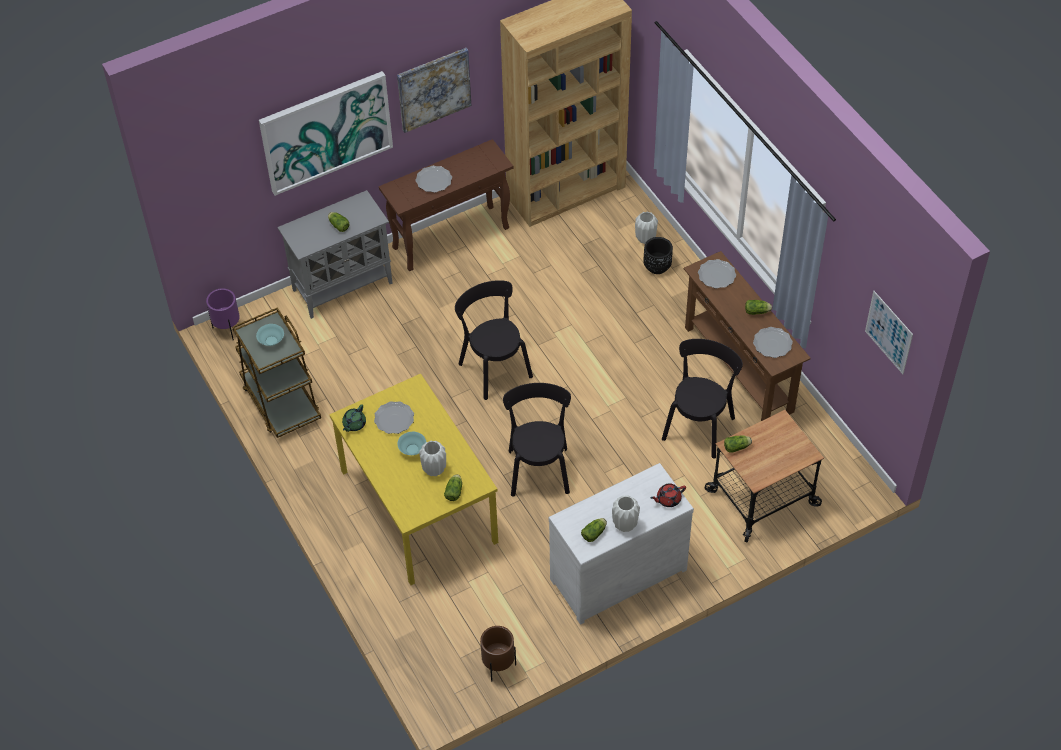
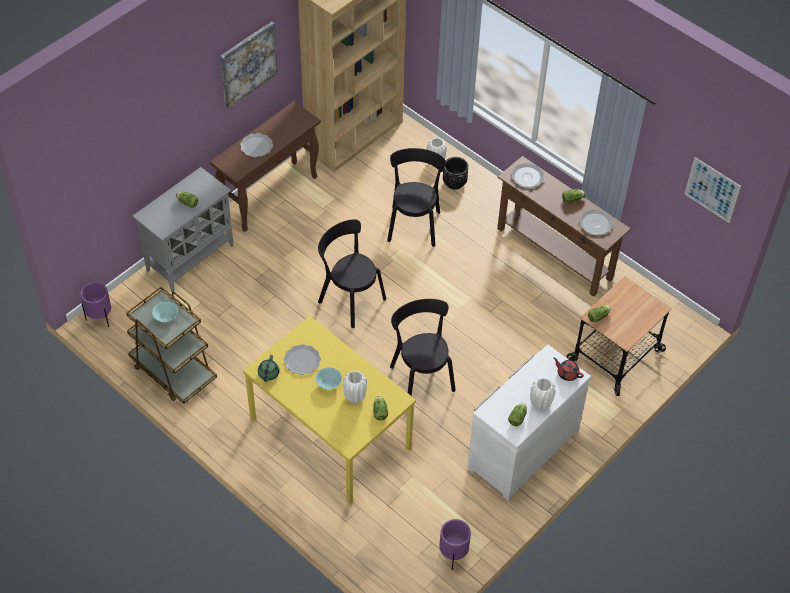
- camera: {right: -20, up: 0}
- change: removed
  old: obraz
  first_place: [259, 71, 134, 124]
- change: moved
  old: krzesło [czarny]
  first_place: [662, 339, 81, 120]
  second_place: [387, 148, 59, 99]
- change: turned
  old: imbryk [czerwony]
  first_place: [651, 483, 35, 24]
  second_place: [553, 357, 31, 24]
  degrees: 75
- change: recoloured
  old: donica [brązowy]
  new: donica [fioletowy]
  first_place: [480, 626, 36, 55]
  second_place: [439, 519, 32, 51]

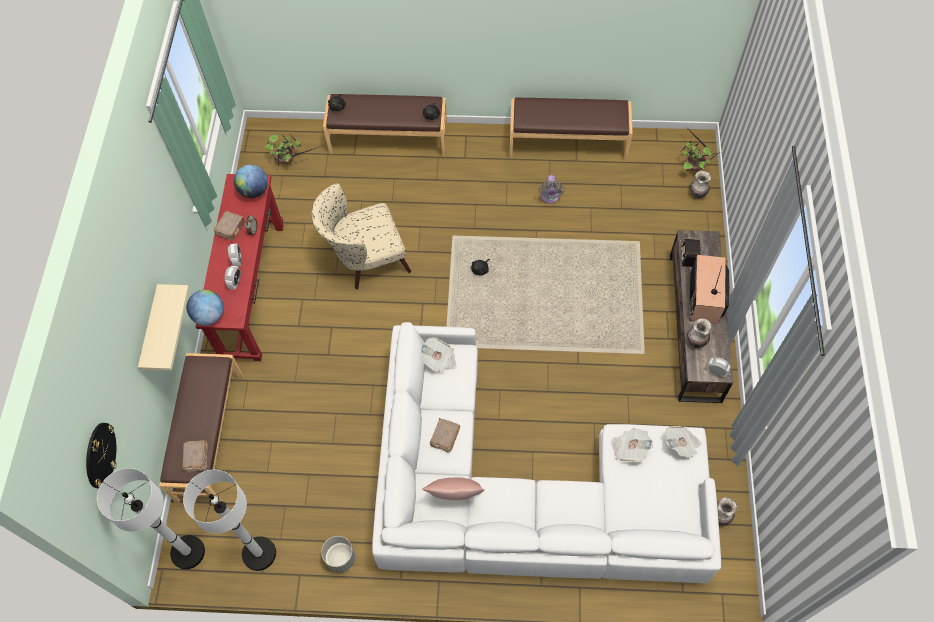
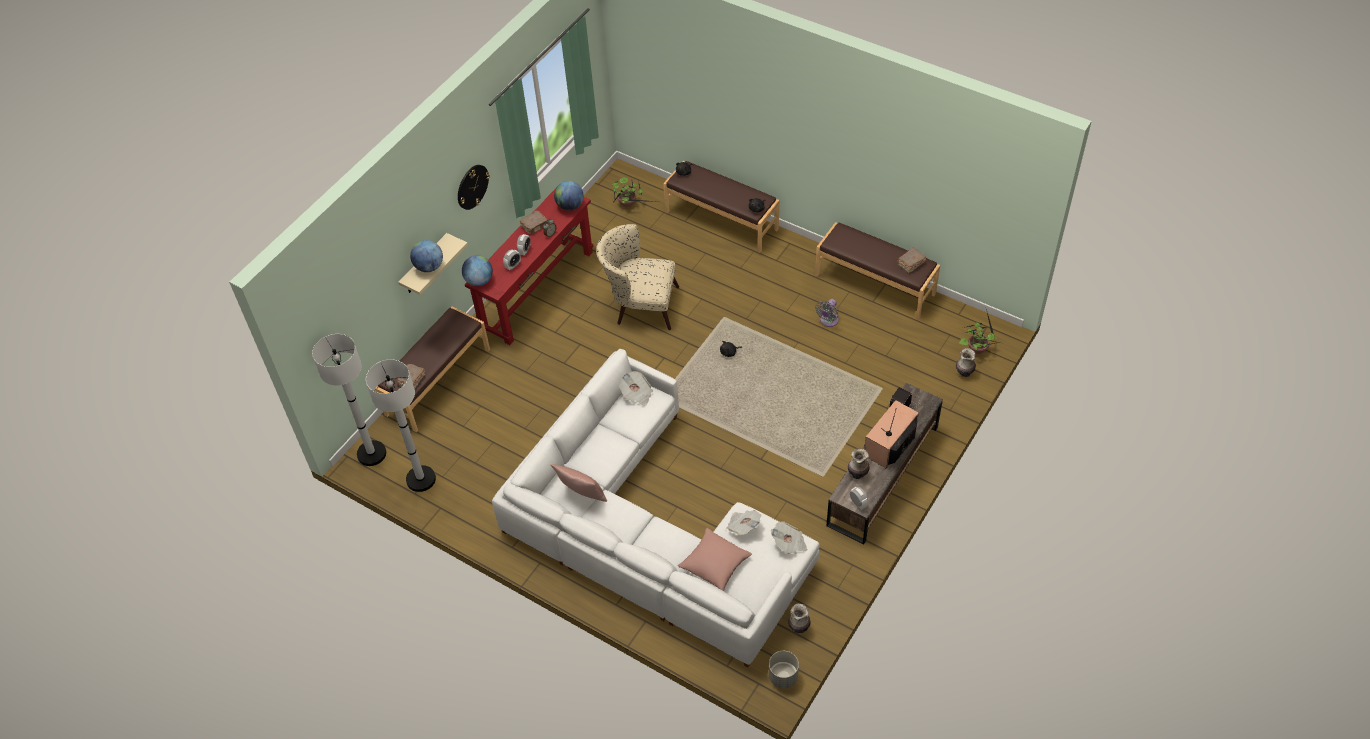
- camera: {right: 30, up: -10}
- change: moved
  old: książka [brązowy]
  first_place: [430, 418, 30, 34]
  second_place: [897, 248, 29, 25]
- change: moved
  old: zegar ścienny
  first_place: [86, 423, 31, 65]
  second_place: [458, 165, 32, 45]
- change: moved
  old: donica [szary]
  first_place: [321, 536, 34, 37]
  second_place: [769, 651, 30, 37]
- change: added
  new: globus
  second_place: [410, 240, 33, 32]
- change: added
  new: poduszka [różowy]
  second_place: [678, 528, 74, 63]

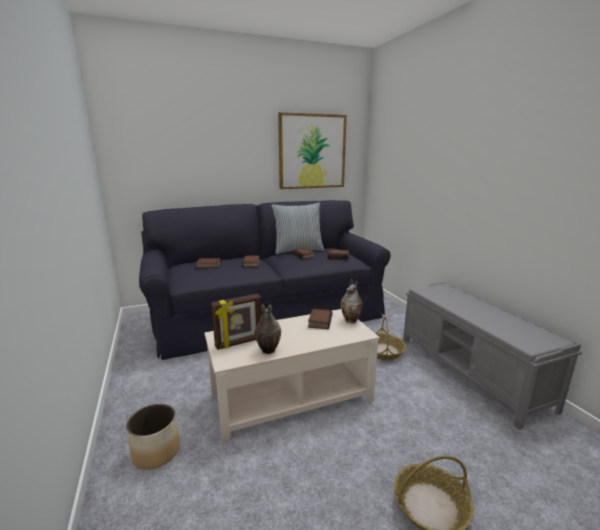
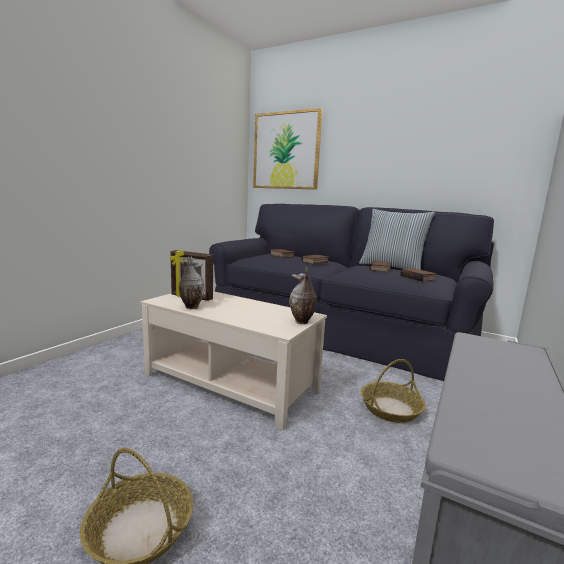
- camera: {right: 50, up: -5}
- change: moved
  old: obraz
  first_place: [278, 112, 69, 77]
  second_place: [253, 108, 70, 82]
- change: removed
  old: książka
  first_place: [308, 309, 24, 20]
- change: removed
  old: donica
  first_place: [126, 404, 54, 66]

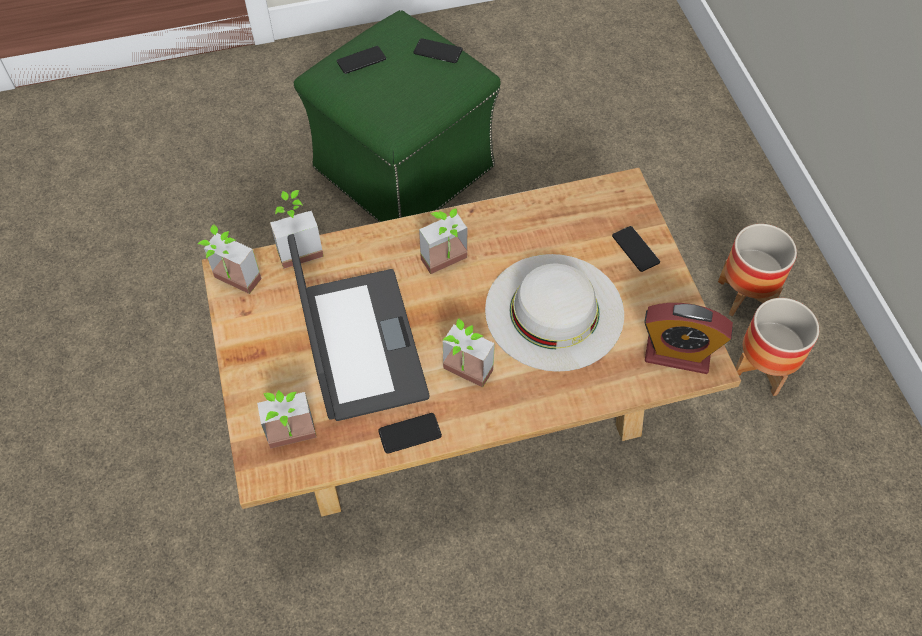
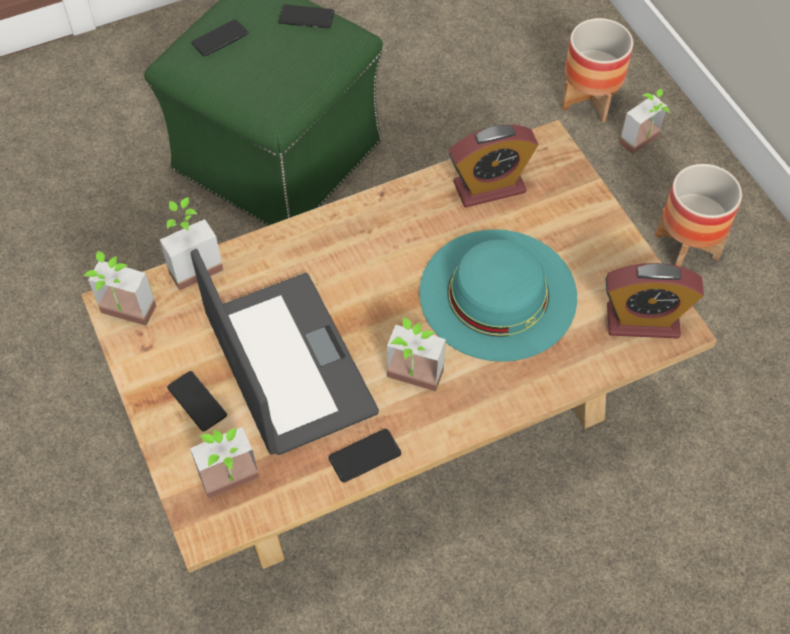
- camera: {right: -10, up: 0}
- change: moved
  old: roślina doniczkowa
  first_place: [419, 208, 48, 66]
  second_place: [619, 89, 51, 65]
- change: moved
  old: telefon
  first_place: [612, 226, 48, 46]
  second_place: [167, 371, 60, 60]
- change: recoloured
  old: kapelusz [biały]
  new: kapelusz [turkusowy]
  first_place: [485, 254, 139, 118]
  second_place: [419, 229, 158, 133]
- change: moved
  old: donica
  first_place: [735, 298, 84, 98]
  second_place: [561, 18, 72, 105]
- change: added
  new: budzik
  second_place: [449, 125, 90, 82]

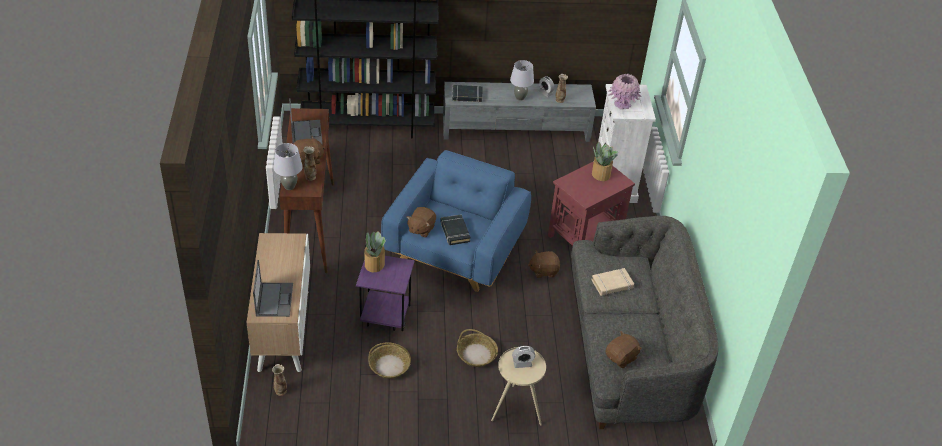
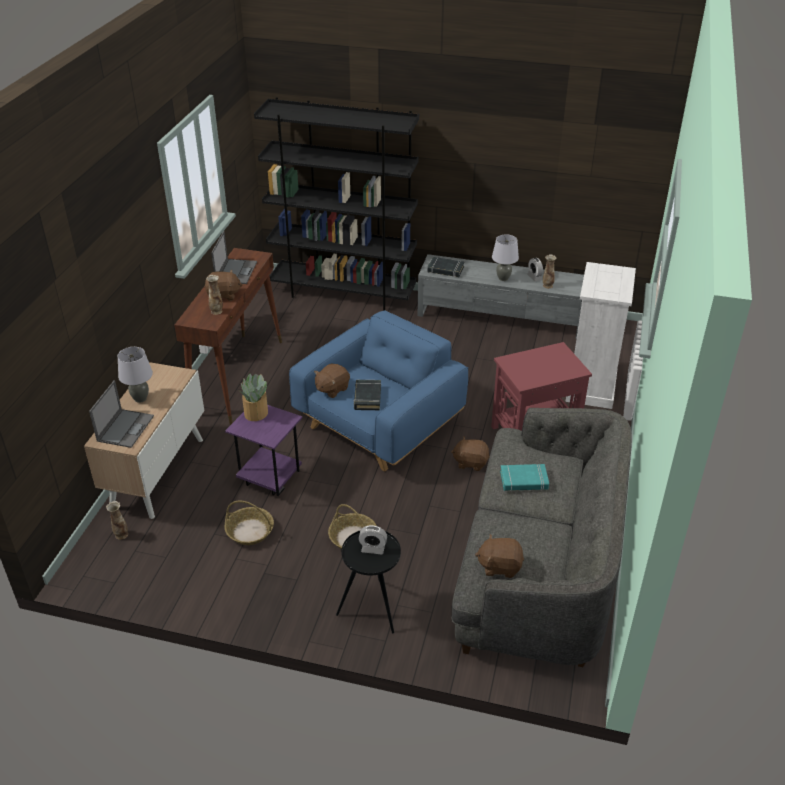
- camera: {right: 20, up: -5}
- change: removed
  old: wazon [różowy]
  first_place: [608, 74, 34, 36]
- change: removed
  old: roślina doniczkowa
  first_place: [592, 142, 26, 39]
- change: moved
  old: lampa stołowa [szary]
  first_place: [273, 143, 30, 47]
  second_place: [117, 347, 36, 56]
- change: recoloured
  old: książka [beżowy]
  new: książka [turkusowy]
  first_place: [591, 268, 43, 28]
  second_place: [500, 464, 49, 27]
- change: turned
  old: pluszak [brązowy]
  first_place: [606, 331, 36, 37]
  second_place: [475, 534, 49, 44]
  degrees: -150
- change: recoloured
  old: stolik [beżowy]
  new: stolik [czarny]
  first_place: [491, 347, 55, 79]
  second_place: [336, 530, 65, 103]

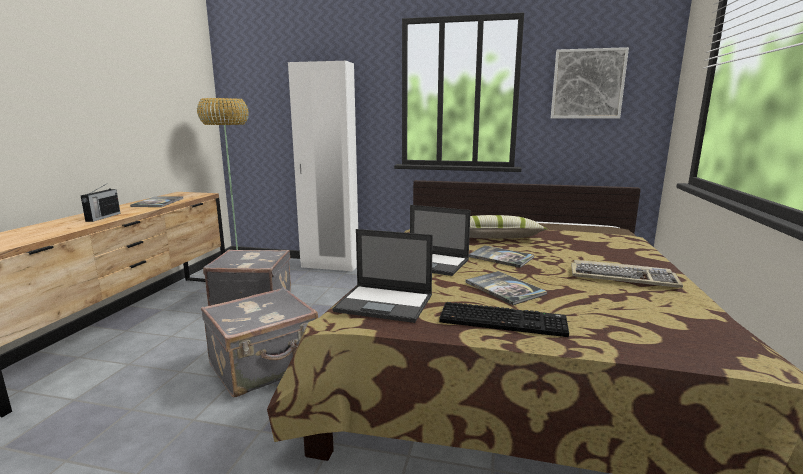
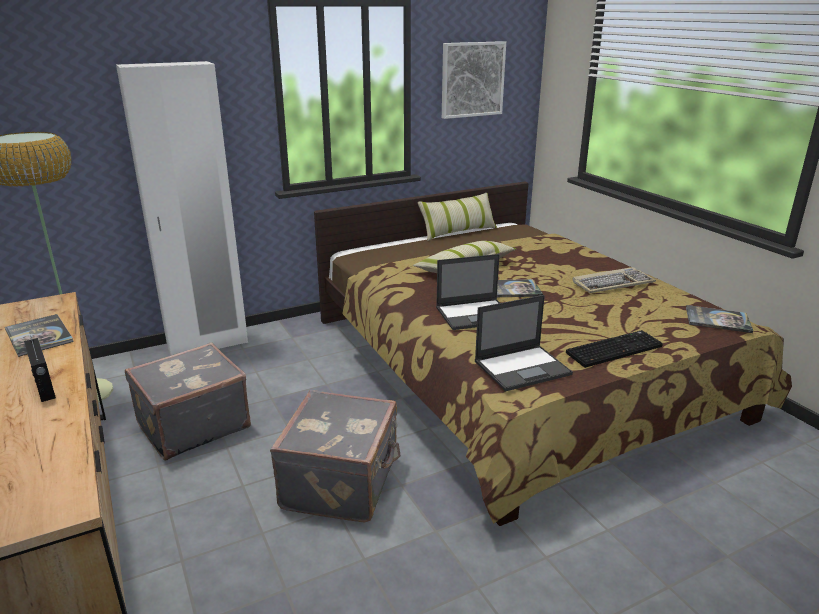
- camera: {right: -40, up: 10}
- change: moved
  old: książka
  first_place: [465, 271, 82, 34]
  second_place: [686, 305, 67, 28]
- change: added
  new: poduszka
  second_place: [418, 193, 79, 48]

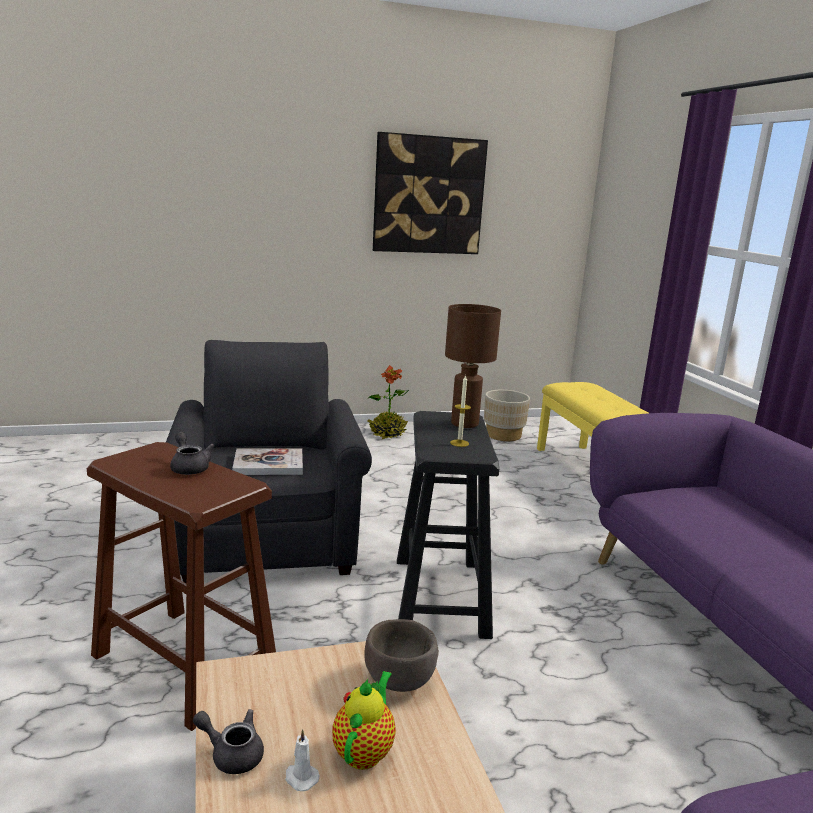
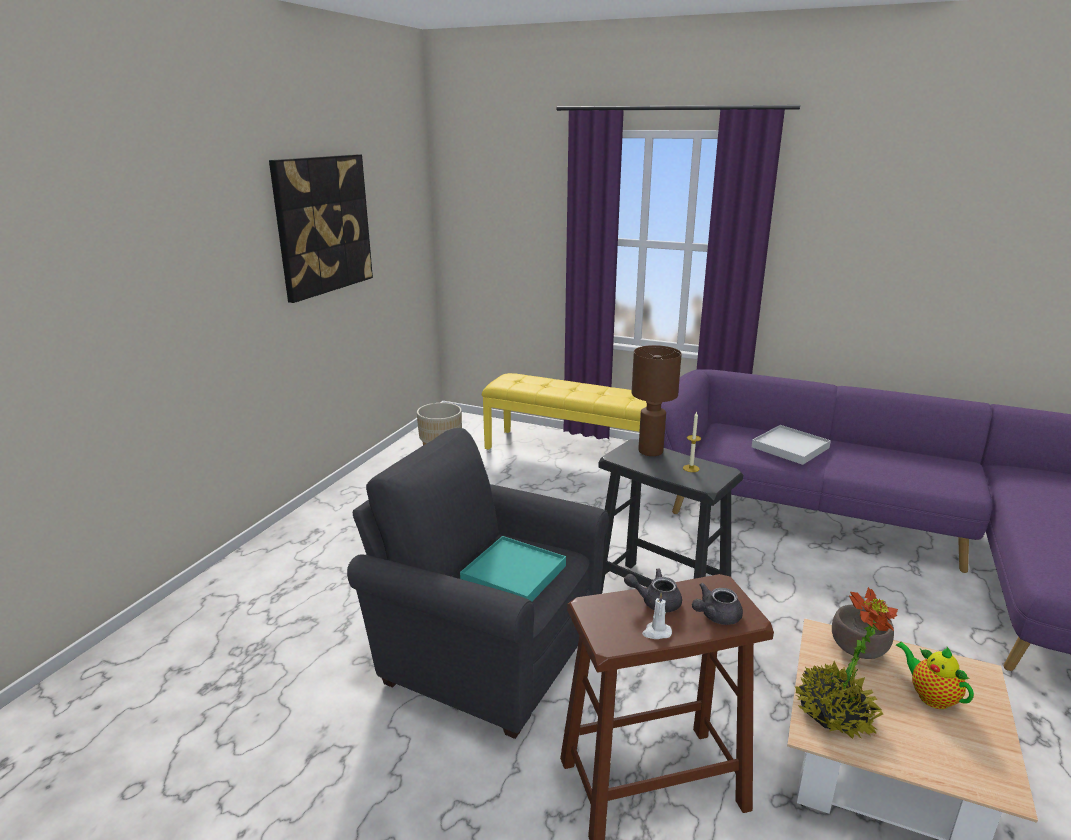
- camera: {right: -50, up: 5}
- change: moved
  old: roślina doniczkowa
  first_place: [368, 365, 41, 74]
  second_place: [795, 587, 103, 152]
- change: replaced
  old: książka
  new: taca [turkusowy]
  first_place: [232, 448, 71, 27]
  second_place: [460, 536, 106, 65]
- change: moved
  old: imbryk [szary]
  first_place: [193, 709, 71, 65]
  second_place: [692, 583, 51, 42]
- change: moved
  old: świeca [biały]
  first_place: [285, 729, 34, 62]
  second_place: [642, 593, 30, 46]
- change: added
  new: taca [biały]
  second_place: [752, 425, 79, 40]

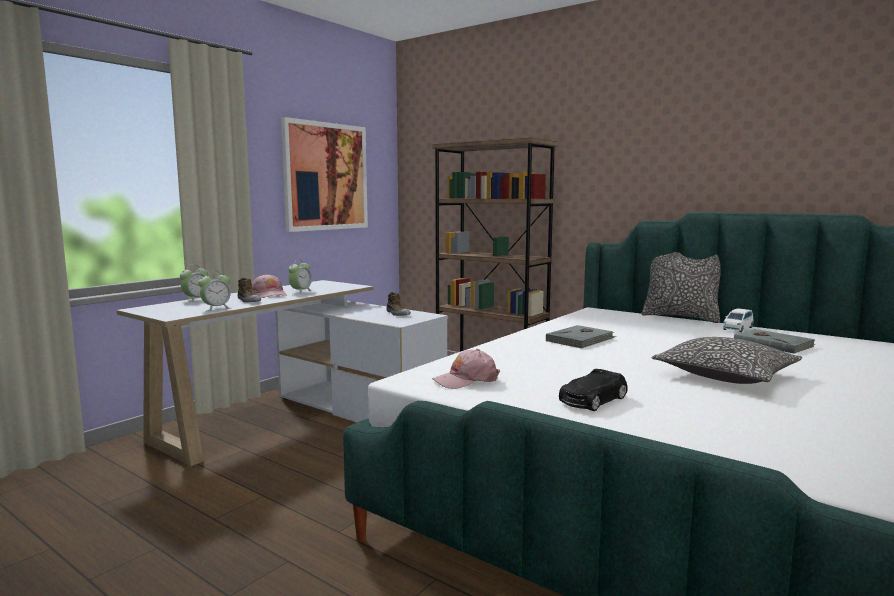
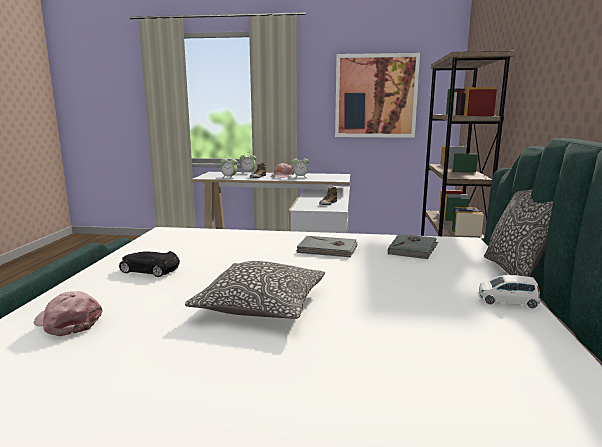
- camera: {right: 60, up: 5}
- change: moved
  old: książka [szary]
  first_place: [734, 329, 82, 25]
  second_place: [388, 234, 50, 25]
- change: moved
  old: czapka z daszkiem [różowy]
  first_place: [432, 349, 68, 40]
  second_place: [34, 291, 68, 45]

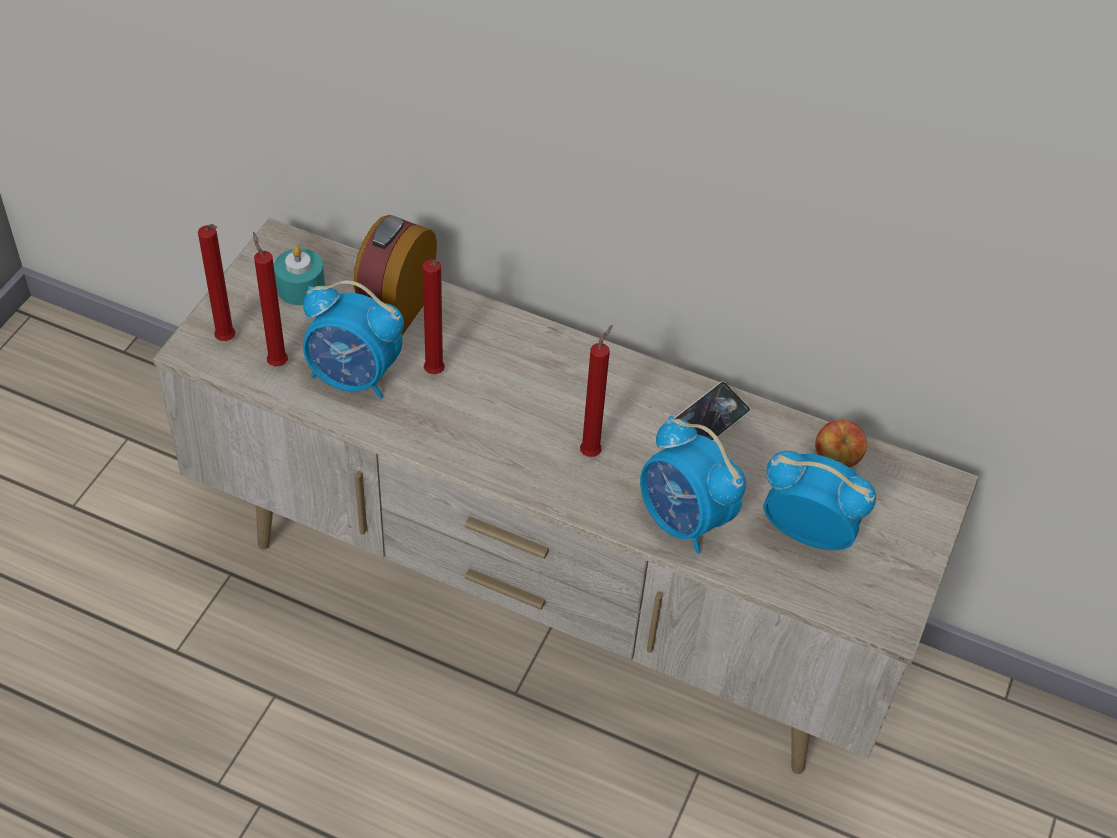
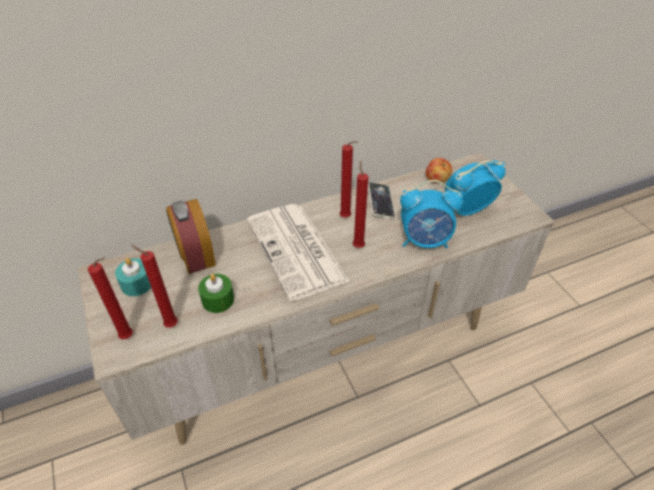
- camera: {right: -45, up: -5}
- change: moved
  old: świeca [czerwony]
  first_place: [422, 259, 23, 115]
  second_place: [340, 141, 18, 76]
- change: replaced
  old: budzik
  new: świeca [zielony]
  first_place: [303, 280, 101, 119]
  second_place: [198, 274, 36, 39]
- change: added
  new: gazeta
  second_place: [247, 204, 103, 97]

